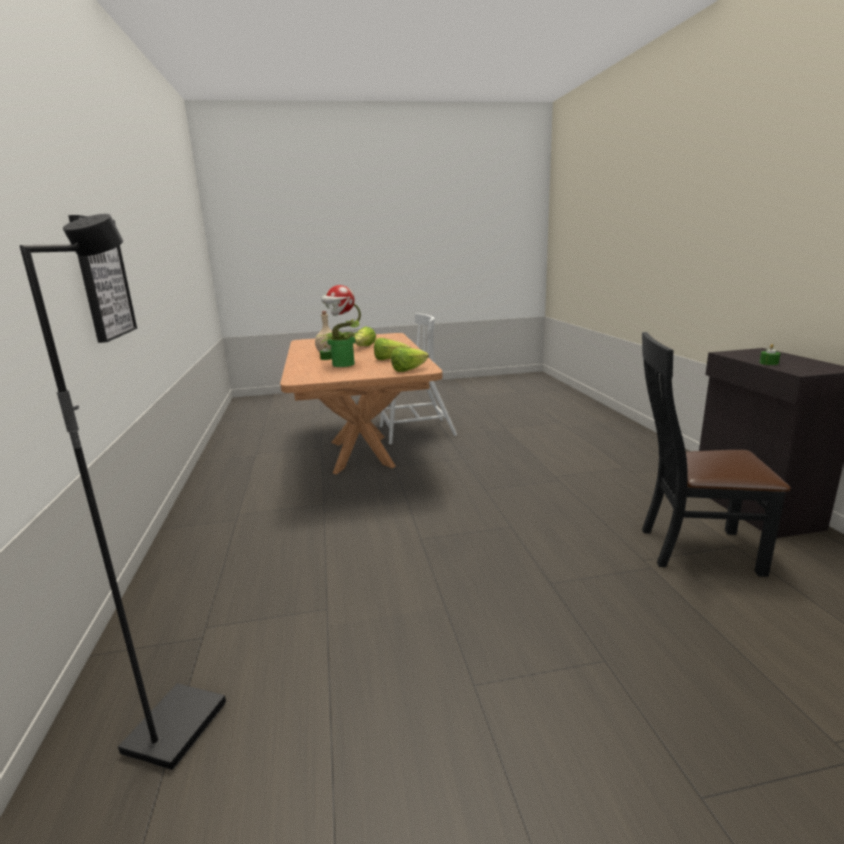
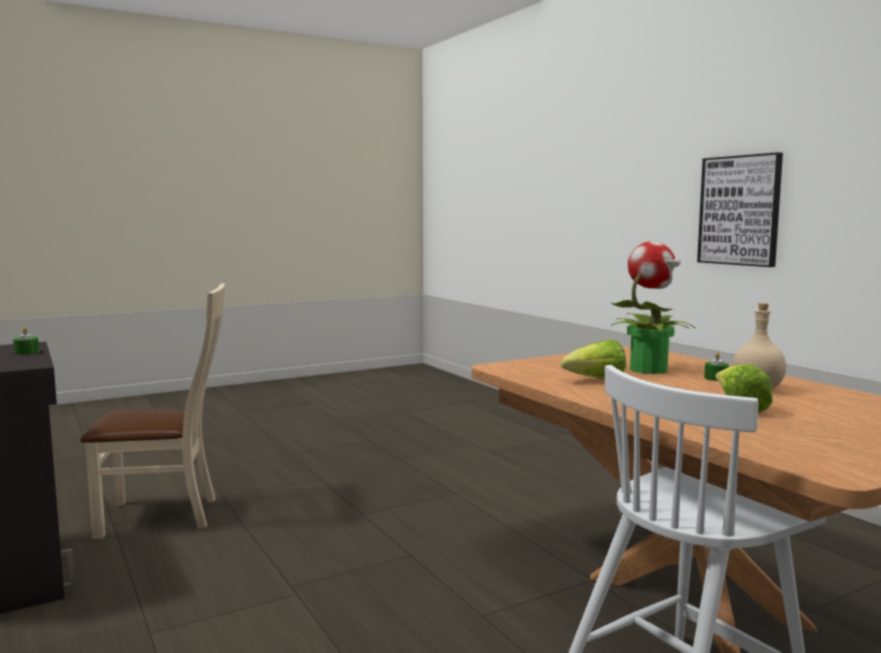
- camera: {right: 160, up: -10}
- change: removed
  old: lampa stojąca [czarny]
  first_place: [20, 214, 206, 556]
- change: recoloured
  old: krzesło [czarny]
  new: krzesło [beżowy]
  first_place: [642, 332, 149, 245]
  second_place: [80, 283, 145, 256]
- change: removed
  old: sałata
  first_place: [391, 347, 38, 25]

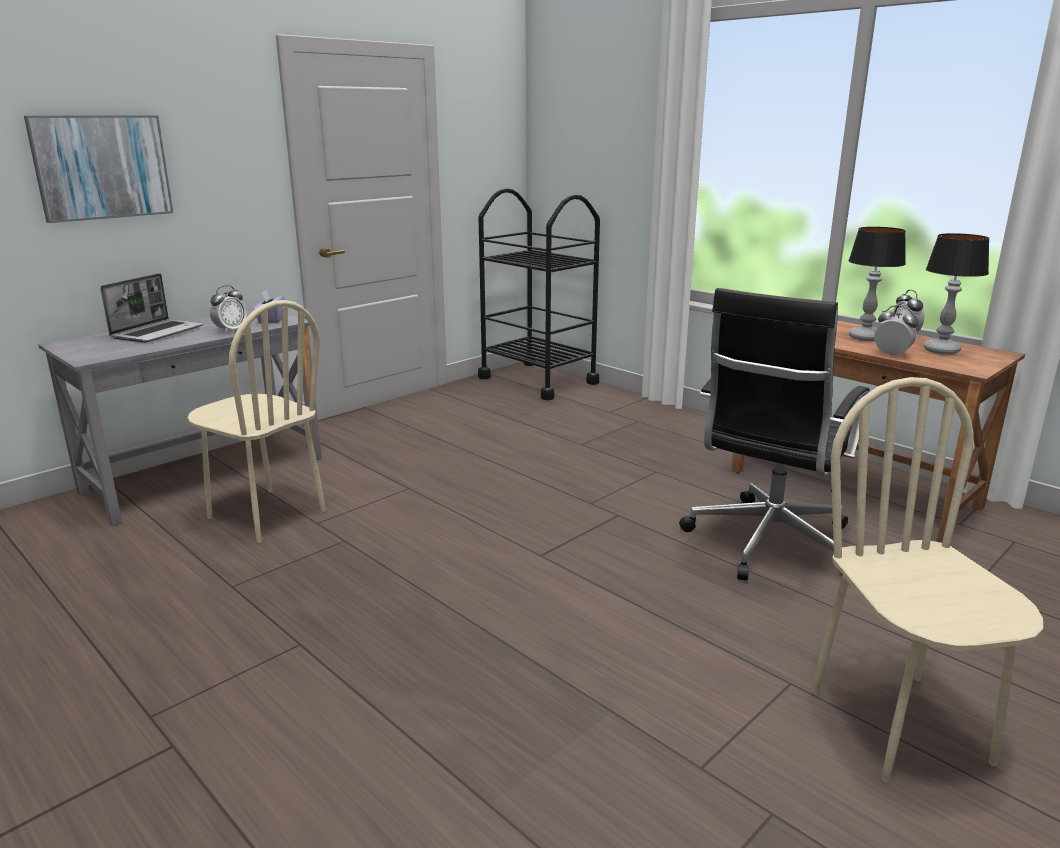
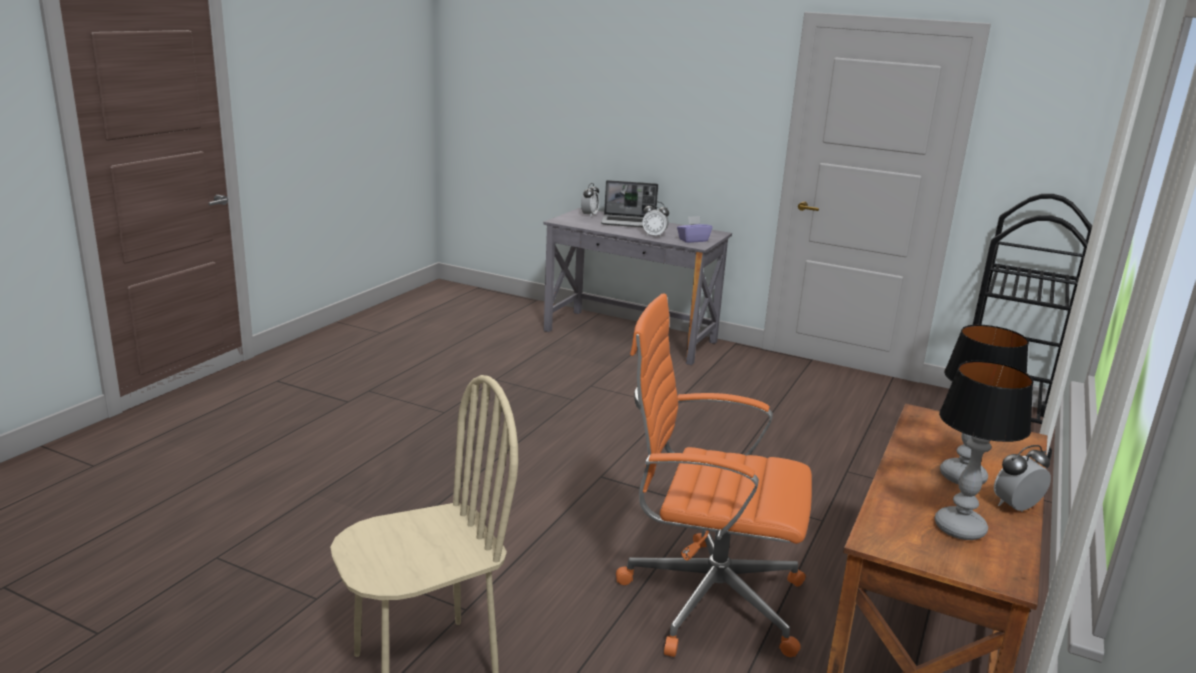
- camera: {right: 70, up: 0}
- change: removed
  old: obraz
  first_place: [24, 115, 149, 108]
- change: recoloured
  old: krzesło biurowe [czarny]
  new: krzesło biurowe [pomarańczowy]
  first_place: [679, 288, 191, 293]
  second_place: [616, 294, 196, 363]
- change: removed
  old: krzesło [beżowy]
  first_place: [188, 300, 138, 243]
- change: moved
  old: budzik
  first_place: [874, 305, 45, 51]
  second_place: [581, 183, 18, 34]

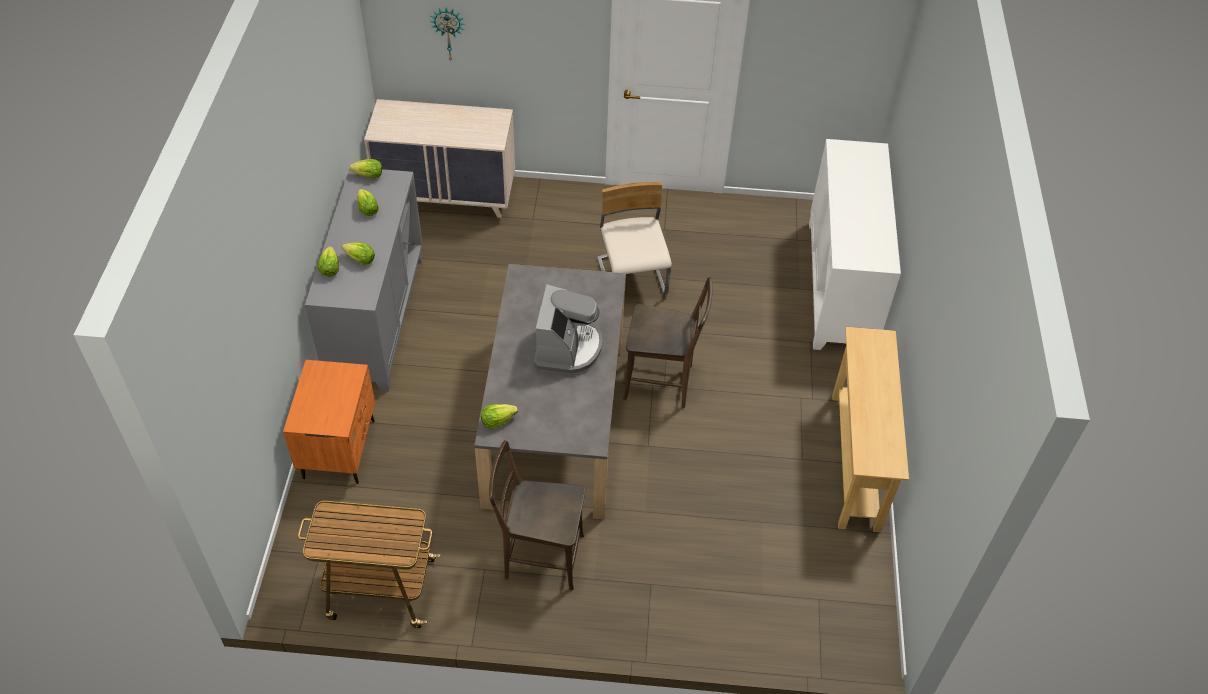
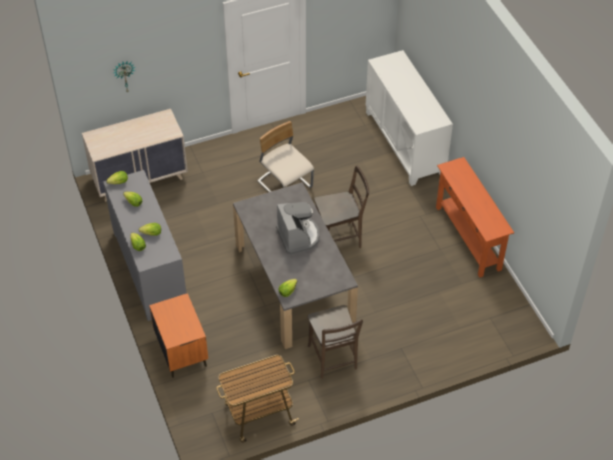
- camera: {right: -25, up: 0}
- change: recoloured
  old: stolik konsolowy [beżowy]
  new: stolik konsolowy [pomarańczowy]
  first_place: [832, 327, 77, 205]
  second_place: [436, 157, 78, 121]
- change: turned
  old: krzesło [brązowy]
  first_place: [489, 440, 96, 150]
  second_place: [307, 305, 56, 74]
  degrees: -90

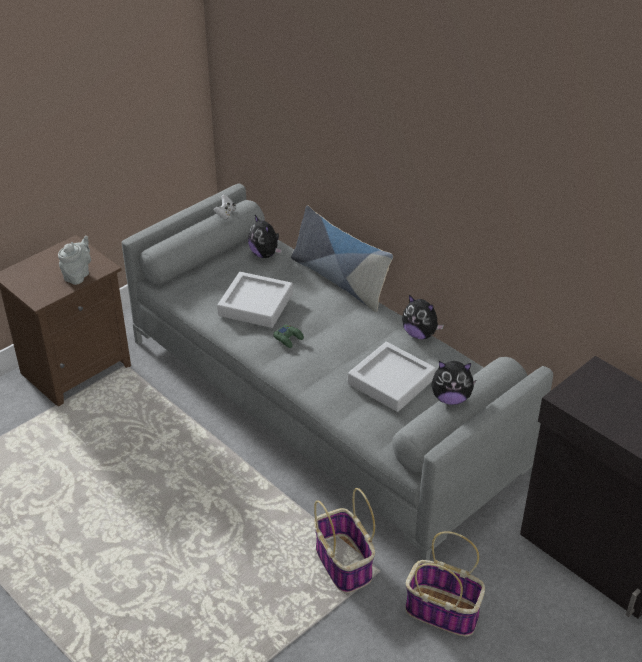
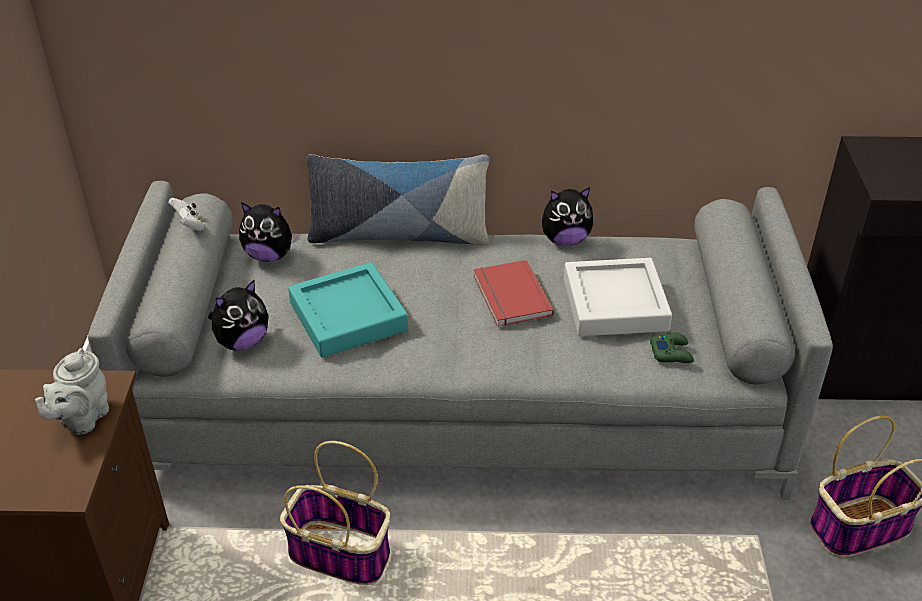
- camera: {right: -45, up: 0}
- change: turned
  old: imbryk [szary]
  first_place: [58, 236, 33, 49]
  second_place: [35, 348, 74, 87]
  degrees: -135
- change: recoloured
  old: taca [szary]
  new: taca [turkusowy]
  first_place: [217, 272, 76, 56]
  second_place: [288, 262, 120, 96]
- change: moved
  old: pad do gier [zielony]
  first_place: [274, 325, 30, 23]
  second_place: [650, 332, 44, 31]
- change: moved
  old: pluszak
  first_place: [431, 361, 46, 44]
  second_place: [208, 280, 61, 71]
- change: moved
  old: koszyk
  first_place: [314, 488, 61, 105]
  second_place: [280, 441, 110, 144]
- change: added
  new: książka [czerwony]
  second_place: [474, 260, 80, 67]

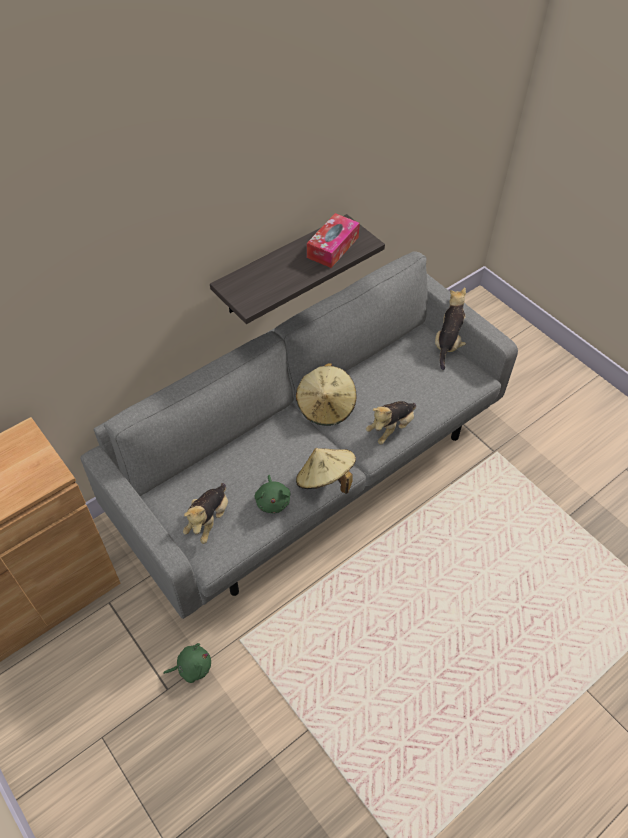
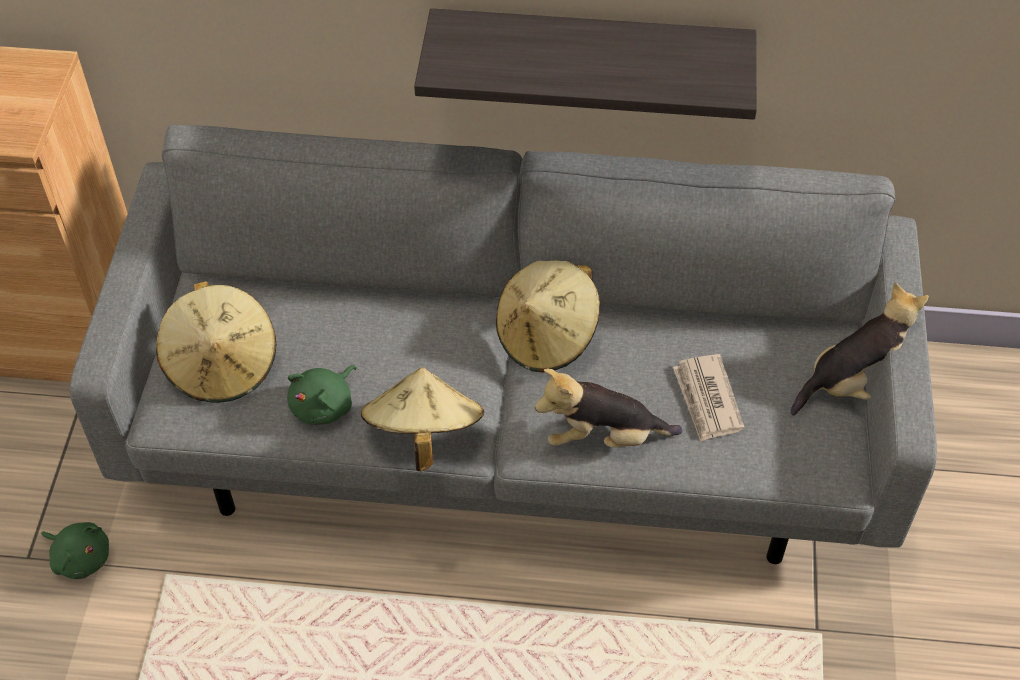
- camera: {right: 45, up: 0}
- change: removed
  old: pudełko chusteczek
  first_place: [307, 213, 53, 55]
- change: replaced
  old: pluszak
  new: kapelusz [beżowy]
  first_place: [183, 483, 45, 61]
  second_place: [156, 281, 120, 122]
- change: added
  new: gazeta
  second_place: [673, 354, 72, 88]

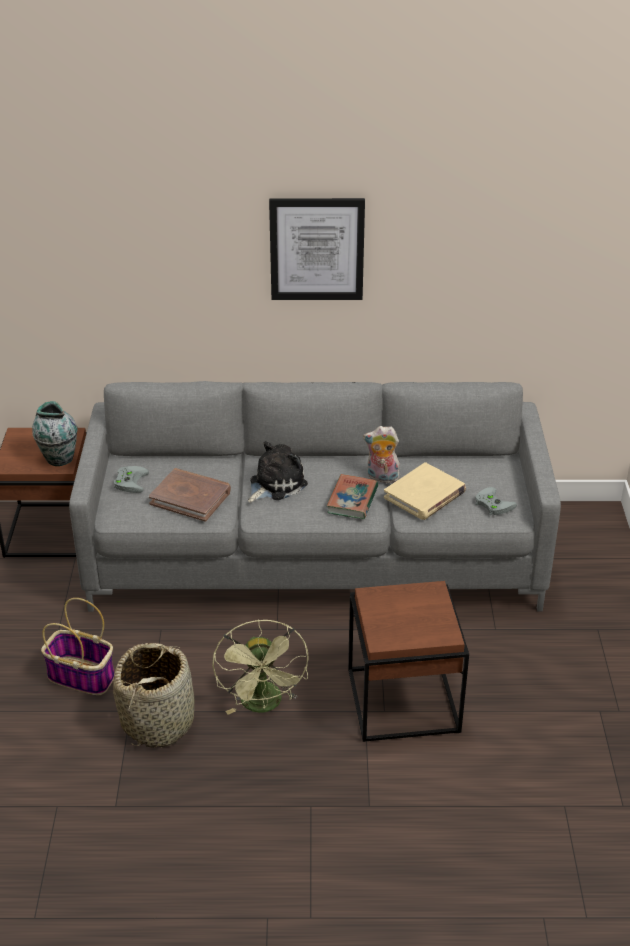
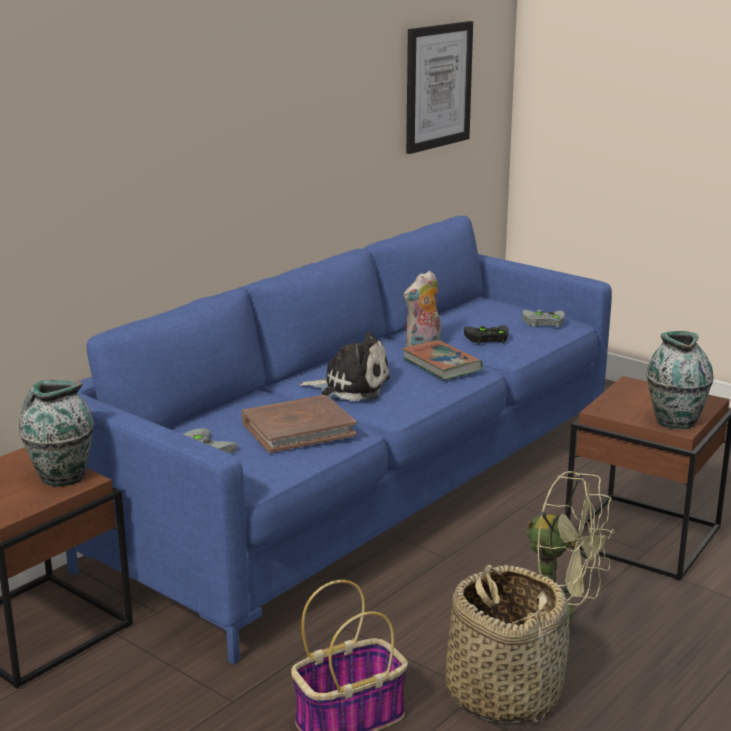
- camera: {right: -50, up: -15}
- change: moved
  old: obraz
  first_place: [269, 198, 96, 102]
  second_place: [406, 21, 67, 133]
- change: recoloured
  old: kanapa [szary]
  new: kanapa [niebieski]
  first_place: [69, 381, 492, 231]
  second_place: [66, 216, 546, 449]
- change: turned
  old: pluszak
  first_place: [248, 441, 60, 62]
  second_place: [300, 331, 90, 70]
  degrees: 105
- change: replaced
  old: książka [beżowy]
  new: pad do gier [czarny]
  first_place: [384, 462, 82, 58]
  second_place: [464, 325, 45, 19]
- change: added
  new: wazon
  second_place: [646, 331, 68, 98]

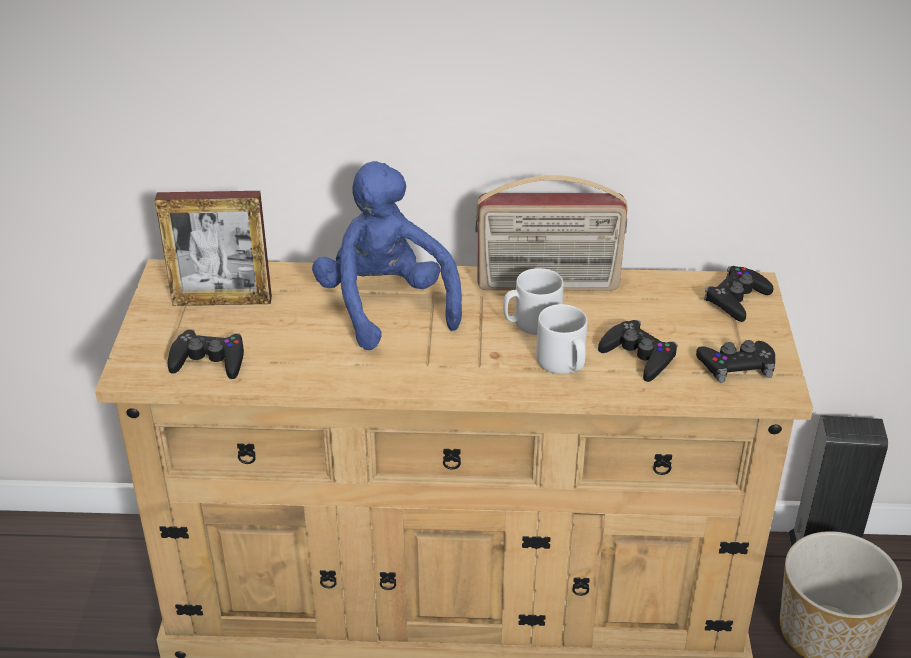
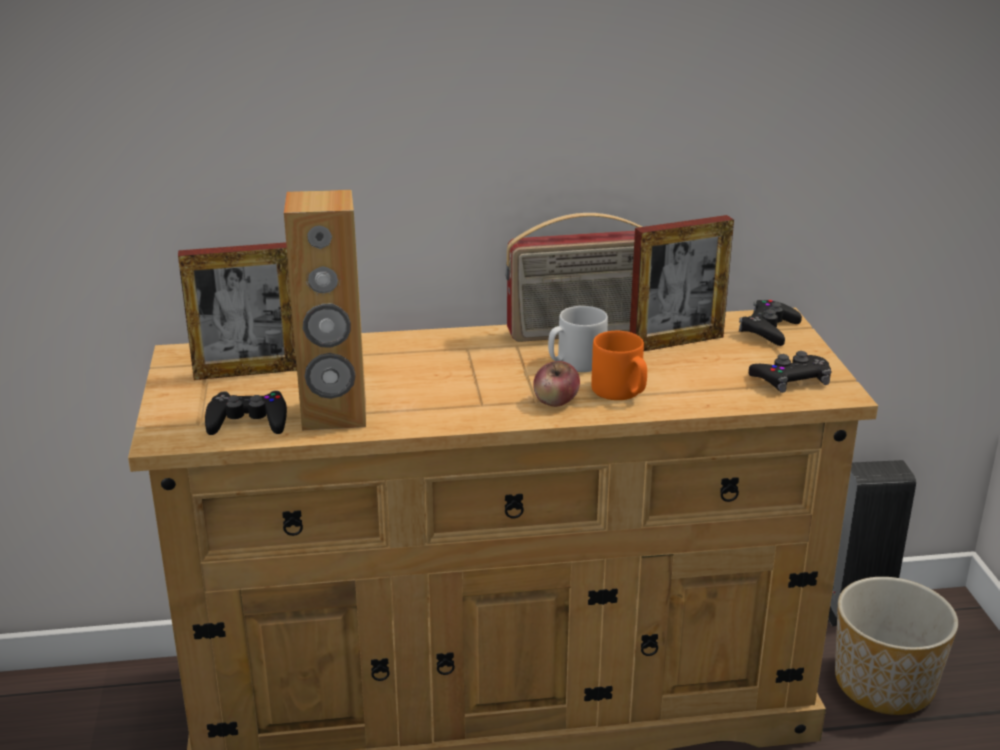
- camera: {right: -10, up: -10}
- change: removed
  old: pluszak [niebieski]
  first_place: [312, 161, 150, 189]
- change: recoloured
  old: kubek [szary]
  new: kubek [pomarańczowy]
  first_place: [536, 304, 52, 70]
  second_place: [591, 331, 56, 69]
- change: removed
  old: pad do gier [czarny]
  first_place: [598, 320, 79, 62]
- change: added
  new: głośnik [brązowy]
  second_place: [284, 190, 82, 240]
- change: added
  new: ramka na zdjęcie
  second_place: [630, 215, 104, 136]
- change: added
  new: jabłko
  second_place: [533, 361, 47, 46]

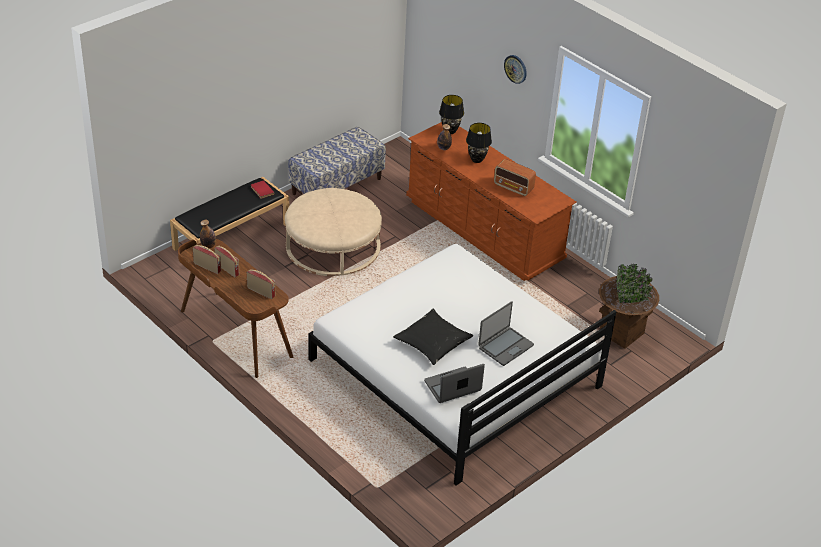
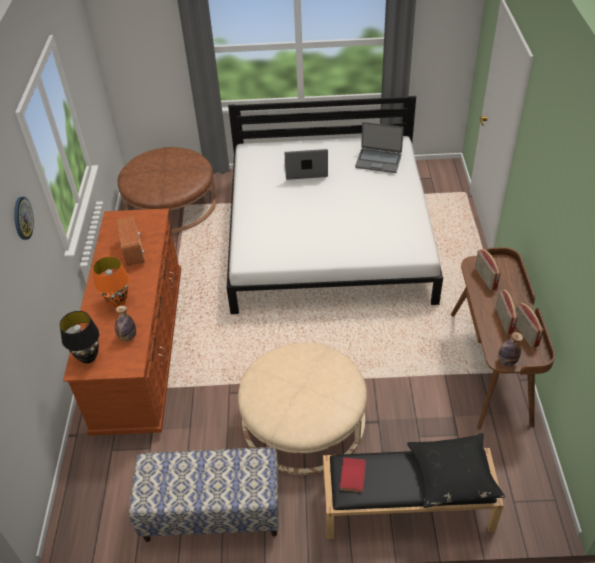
- camera: {right: -135, up: 5}
- change: recoloured
  old: lampa stołowa [czarny]
  new: lampa stołowa [pomarańczowy]
  first_place: [466, 123, 26, 40]
  second_place: [93, 256, 36, 51]
- change: replaced
  old: donica [brązowy]
  new: pufa [brązowy]
  first_place: [599, 264, 60, 85]
  second_place: [118, 147, 99, 86]
- change: moved
  old: poduszka [czarny]
  first_place: [393, 309, 80, 56]
  second_place: [407, 433, 98, 75]

